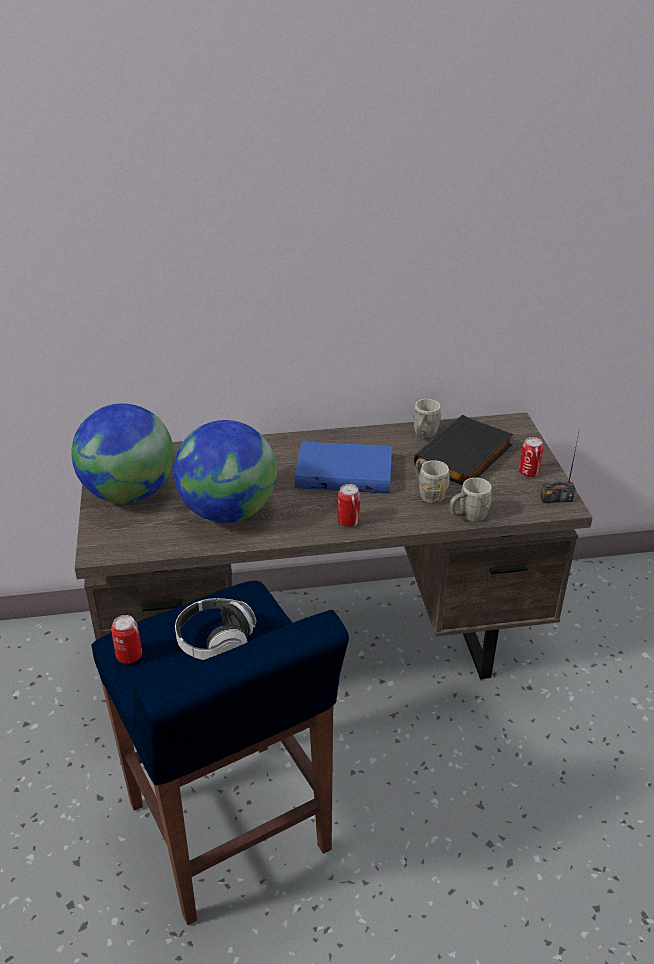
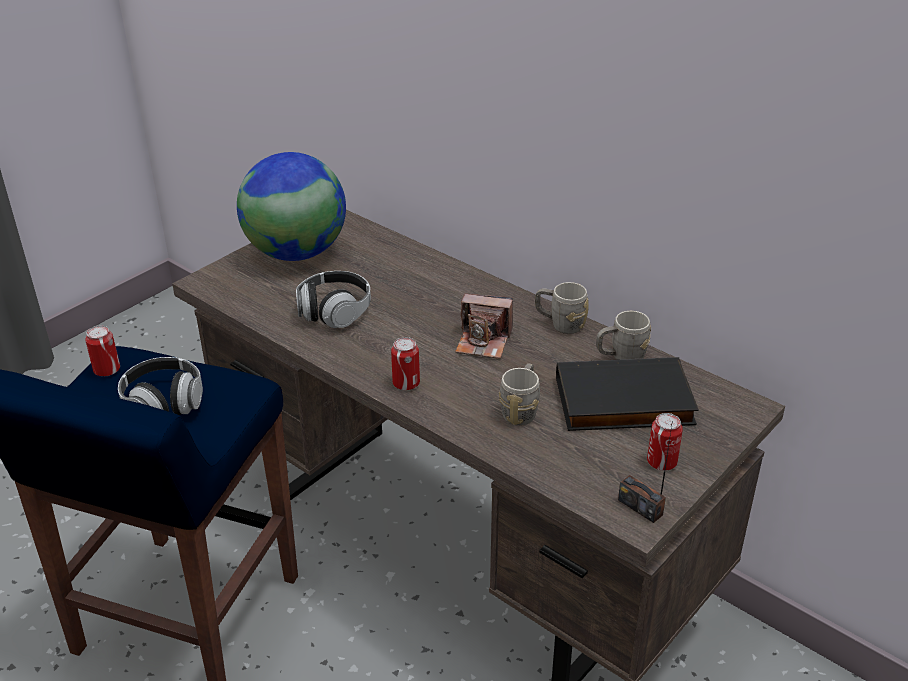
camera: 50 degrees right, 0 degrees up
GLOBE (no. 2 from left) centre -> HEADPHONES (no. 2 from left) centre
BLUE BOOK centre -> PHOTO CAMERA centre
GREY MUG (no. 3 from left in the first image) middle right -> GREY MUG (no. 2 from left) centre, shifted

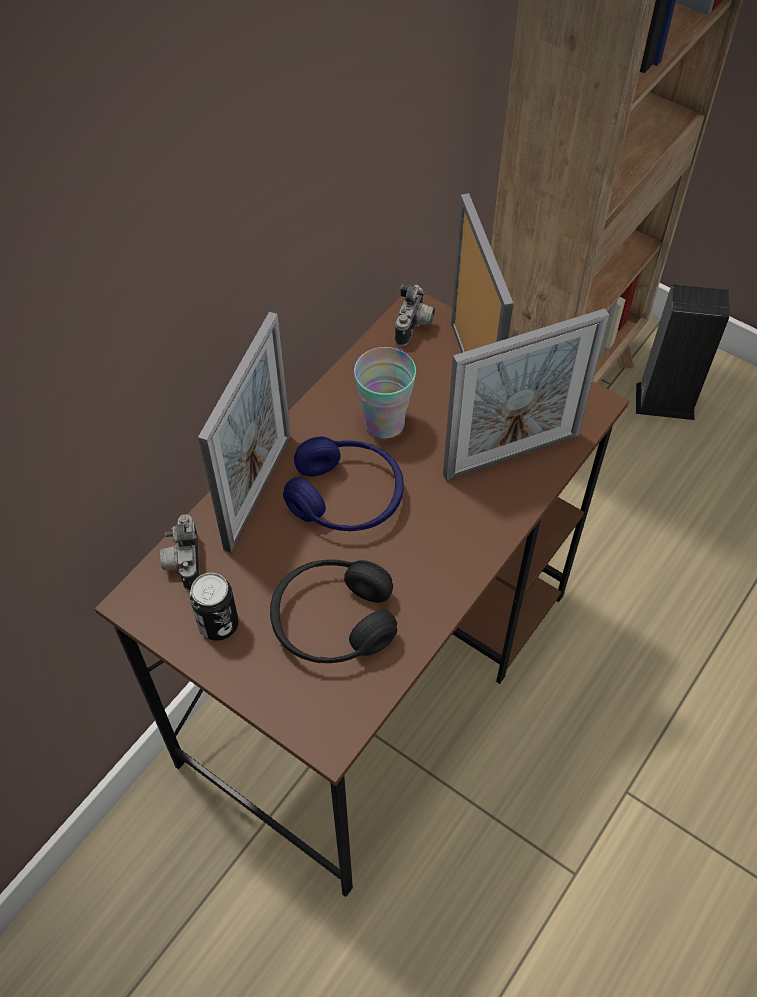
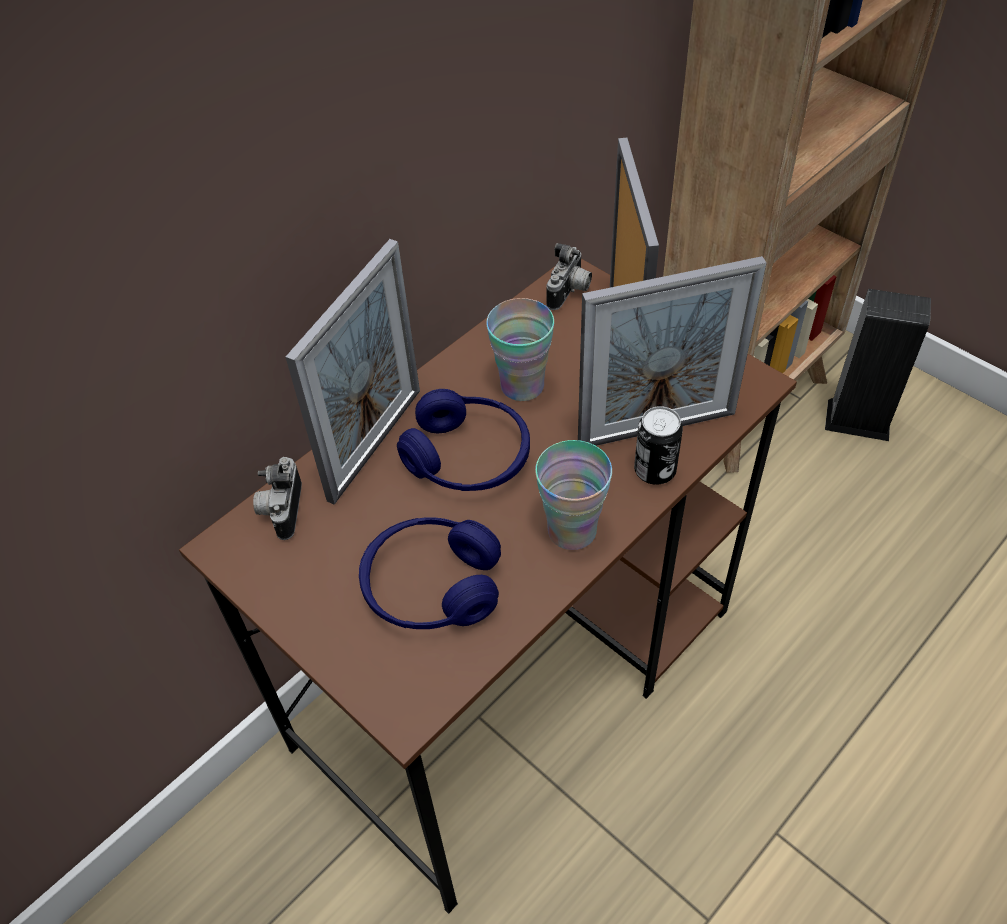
camera: 10 degrees right, 5 degrees down
CAN middle left -> CAN centre, shifted
BLACK HEADPHONES centre -> BLUE HEADPHONES (no. 1 from left) centre
none -> CUP (no. 2 from left) centre

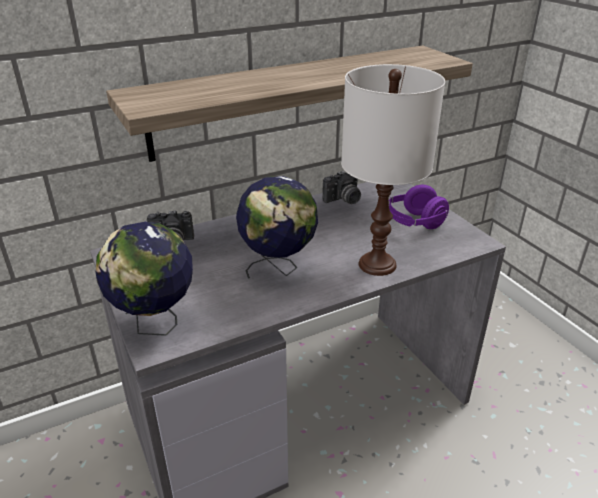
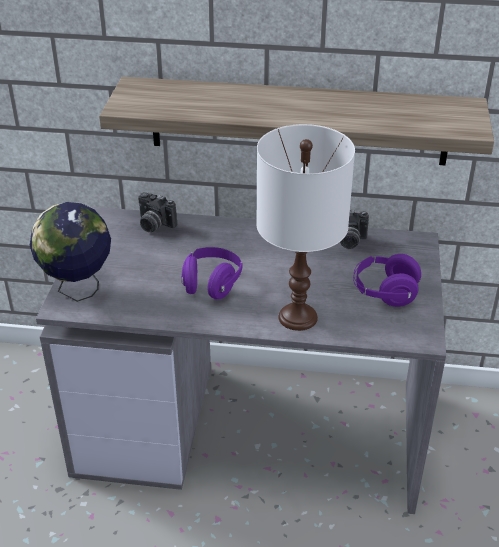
camera: 35 degrees right, 5 degrees up
GLOBE (no. 2 from left) centre -> PURPLE HEADPHONES (no. 1 from left) centre

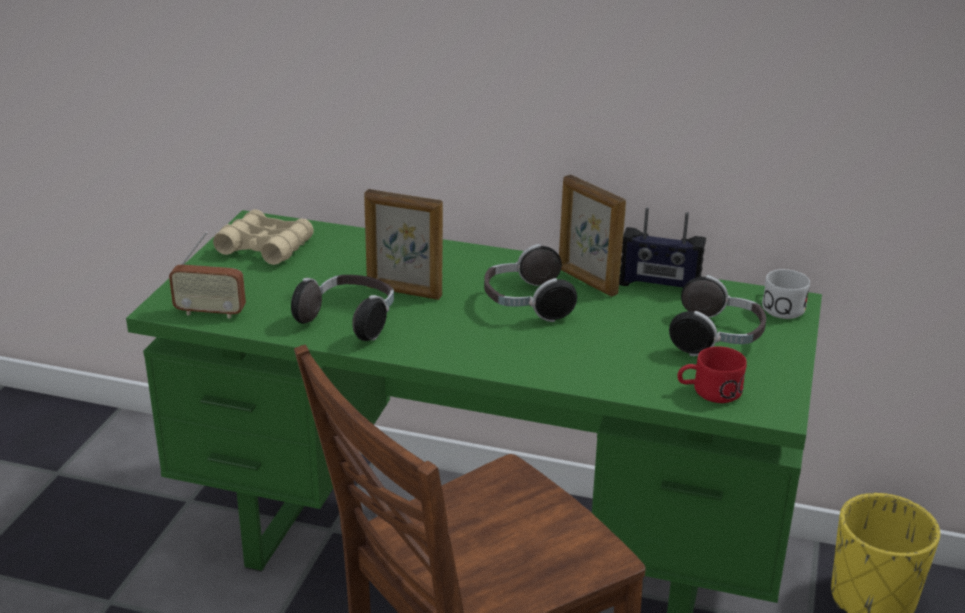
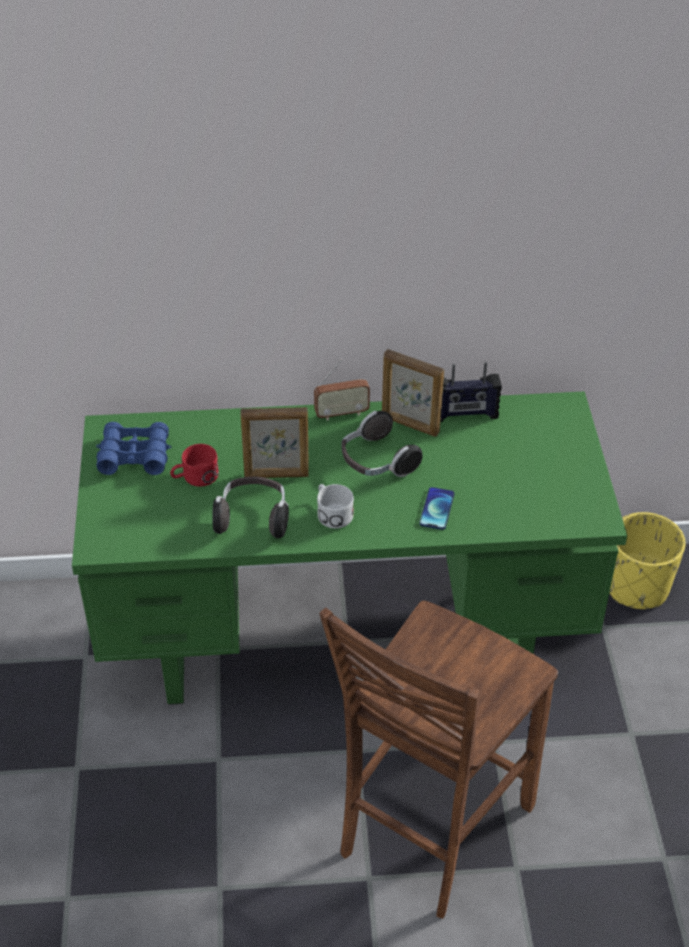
camera: 20 degrees left, 15 degrees up
RADIO (no. 1 from left) middle left -> RADIO (no. 1 from left) centre, shifted
BEIGE BINOCULARS middle left -> BLUE BINOCULARS middle left
HEADPHONES (no. 3 from left) middle right -> none
RED MUG middle right -> RED MUG middle left, shifted
WHITE MUG middle right -> WHITE MUG centre, shifted
none -> PHONE centre

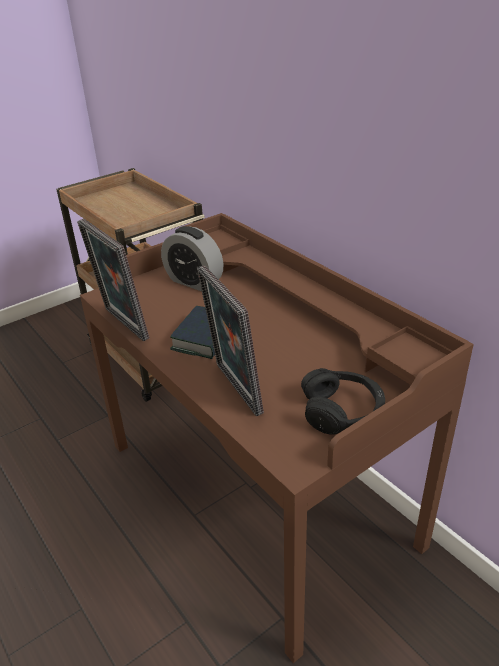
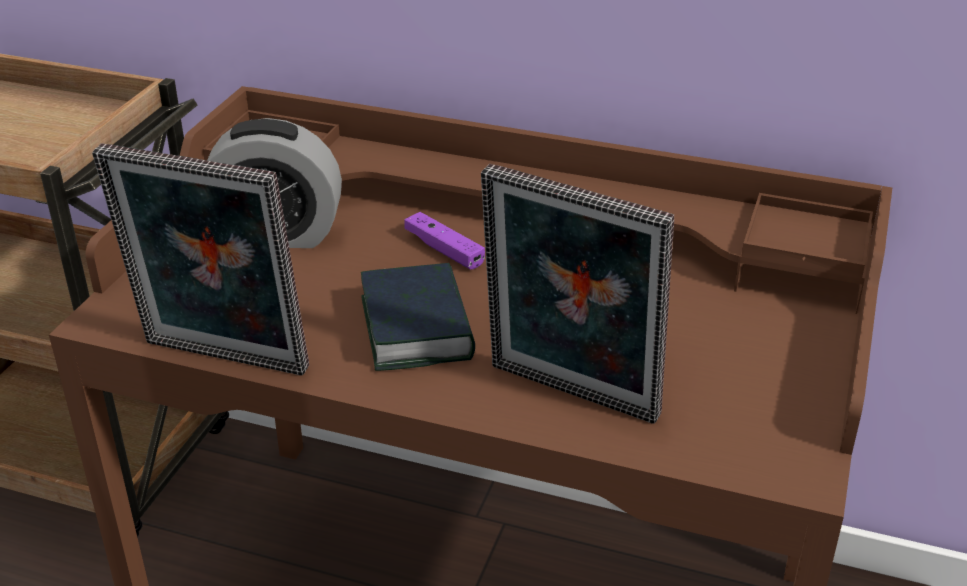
camera: 35 degrees left, 0 degrees up
BLACK HEADPHONES middle right -> none
none -> PURPLE GAME CONTROLLER centre

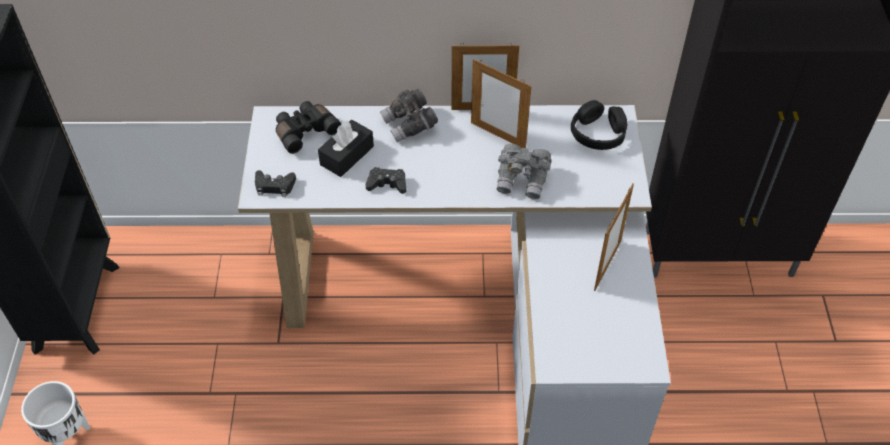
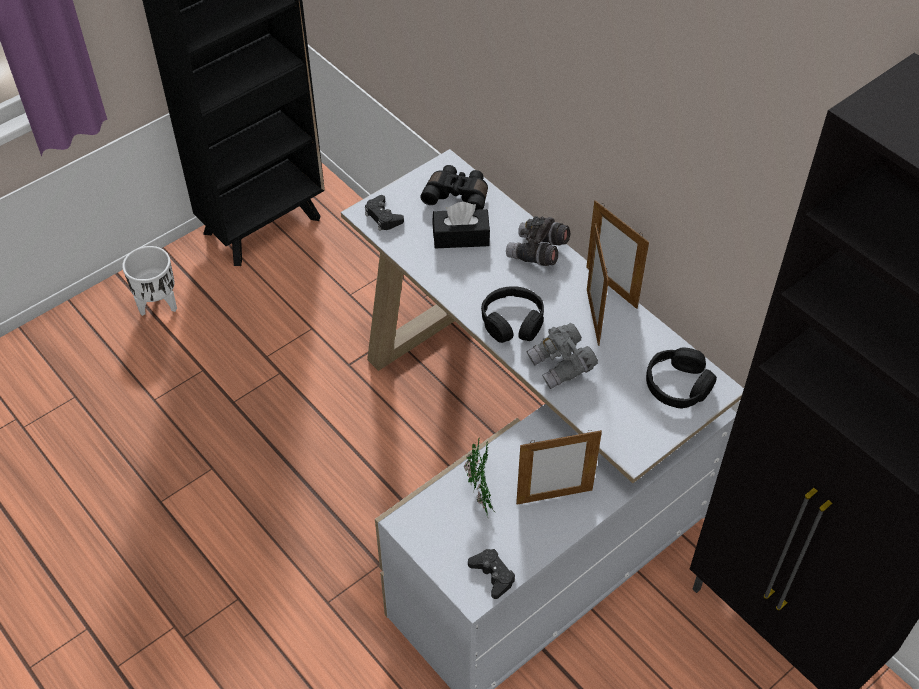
camera: 50 degrees right, 0 degrees up
BLACK GAME CONTROLLER (no. 2 from left) centre -> BLACK GAME CONTROLLER (no. 2 from left) bottom centre, shifted
none -> POTTED PLANT bottom centre
none -> BLACK HEADPHONES (no. 1 from left) centre

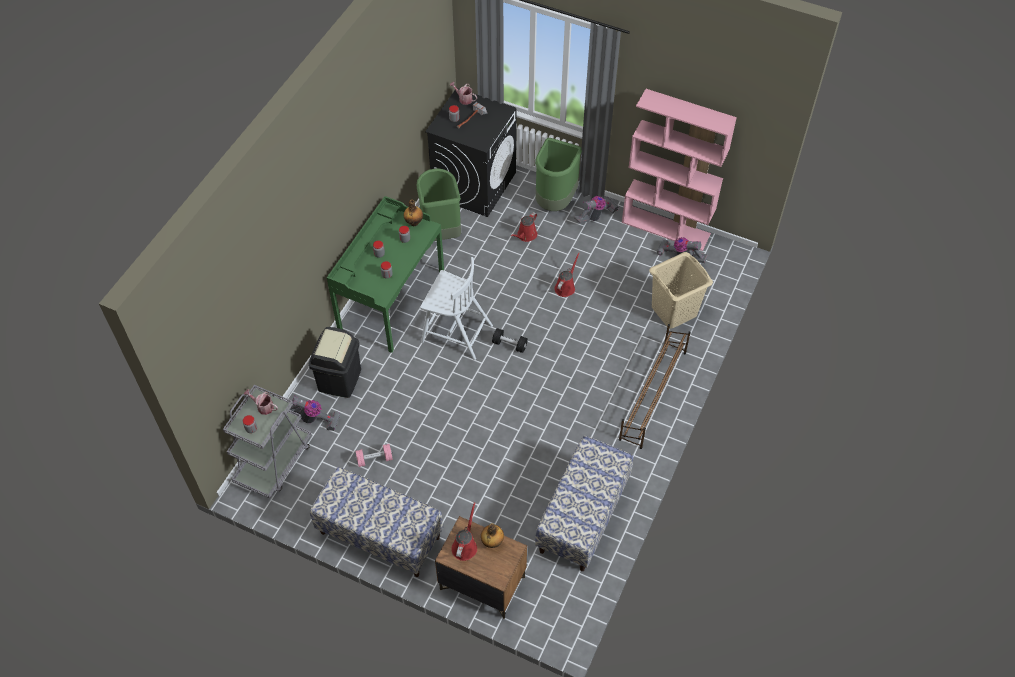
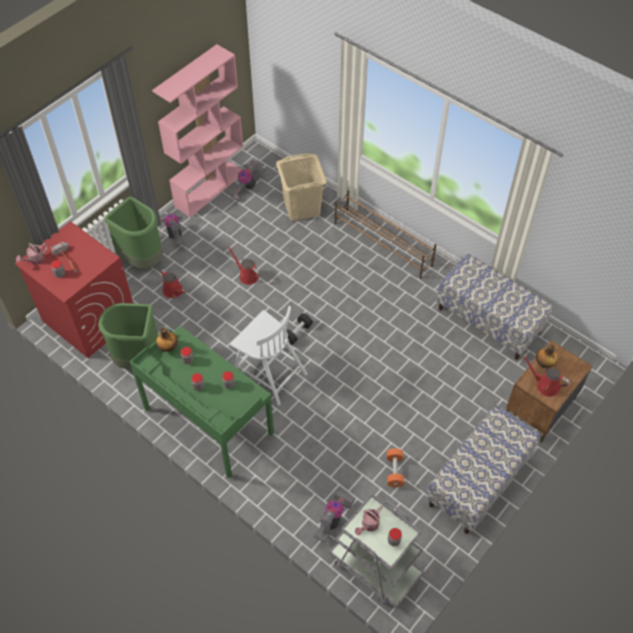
camera: 75 degrees left, 0 degrees up
BLACK TRASH CAN middle left -> none
PINK DUMBBELL bottom centre -> ORANGE DUMBBELL bottom centre
WHITE CHAIR centre, 90 degrees clockwise
BLACK WASHING MACHINE top centre -> RED WASHING MACHINE middle left

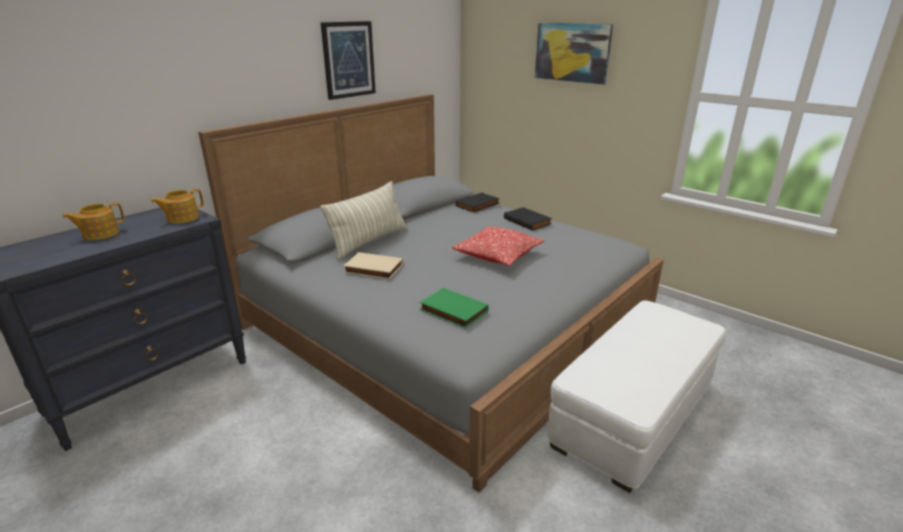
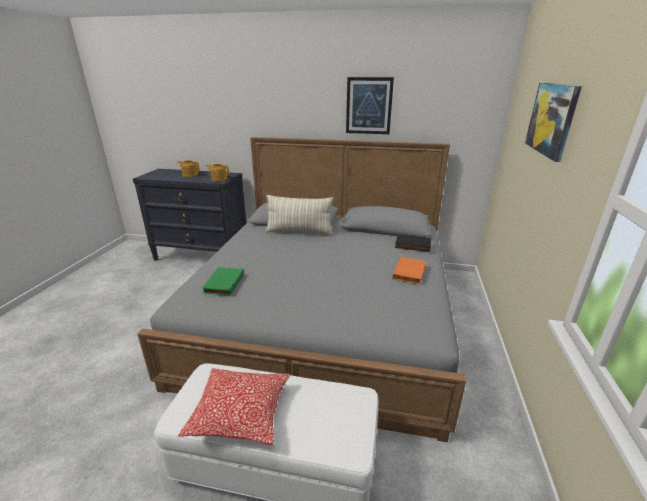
camera: 60 degrees right, 0 degrees up
BEIGE BOOK centre -> none
PILLOW (no. 2 from left in the first image) centre -> PILLOW (no. 1 from left) bottom centre, shifted
BLACK BOOK (no. 2 from left) centre -> ORANGE BOOK centre

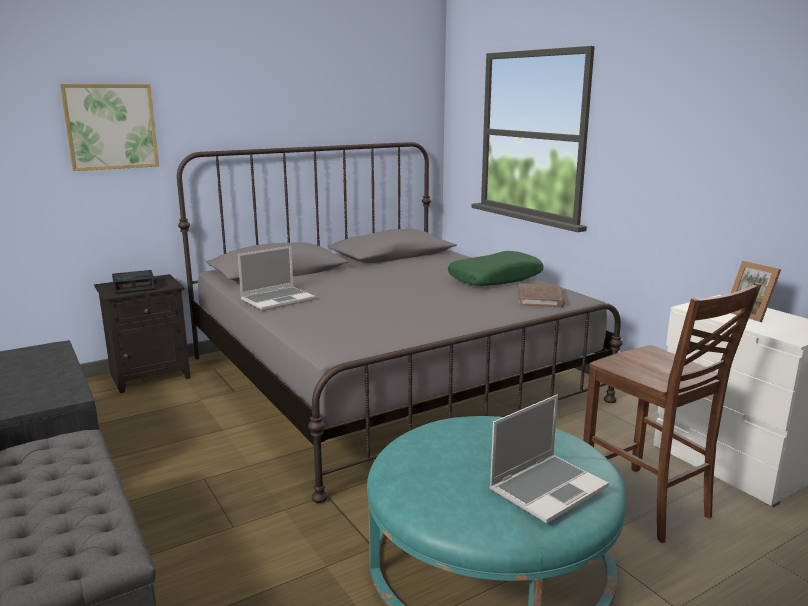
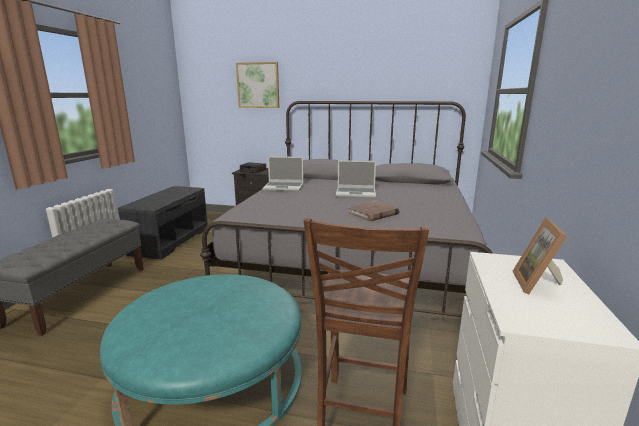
camera: 45 degrees right, 0 degrees up
GREEN PILLOW centre -> none
LAPTOP (no. 2 from left) bottom right -> LAPTOP (no. 2 from left) centre, shifted
BROWN BOOK middle right -> BROWN BOOK centre, shifted

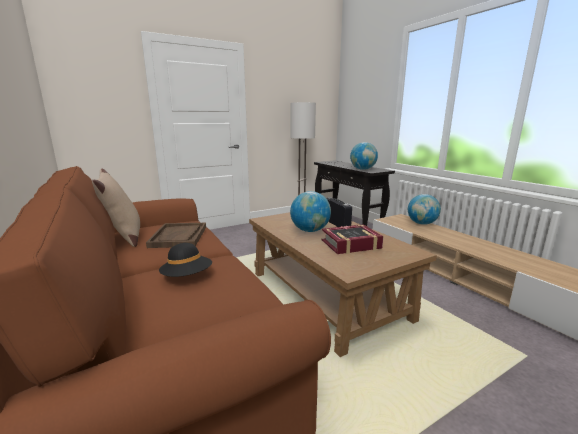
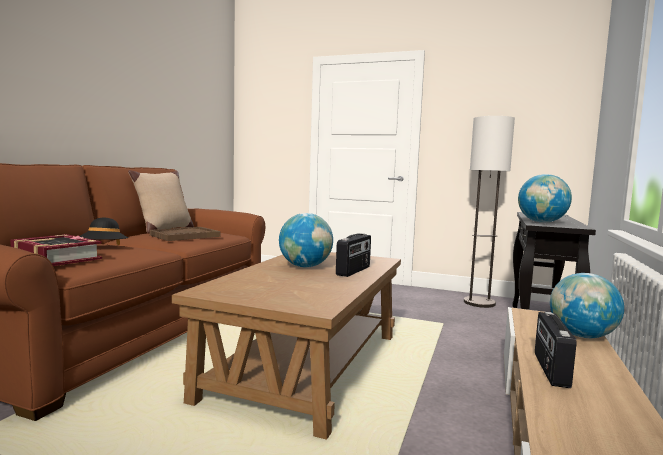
camera: 50 degrees right, 10 degrees down
BOOK centre -> BOOK middle left, shifted
none -> RADIO (no. 2 from left) bottom right

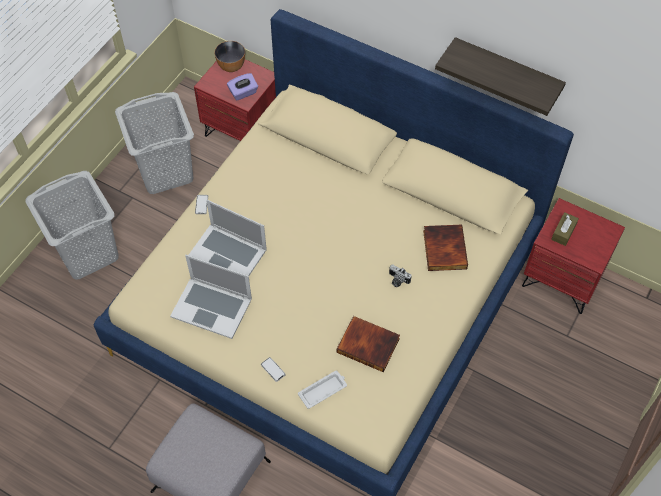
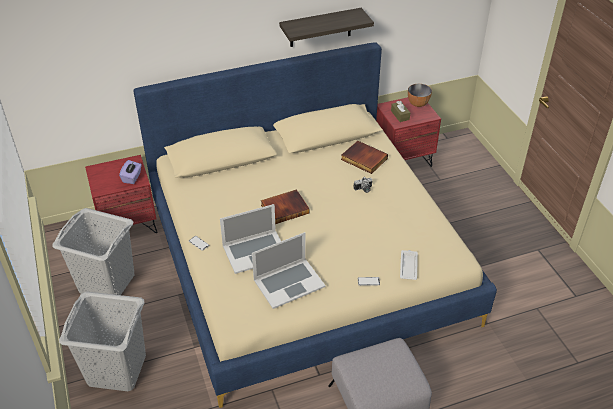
camera: 50 degrees left, 15 degrees down
BOWL top centre -> BOWL top right, shifted
BOOK (no. 1 from left) bottom centre -> BOOK (no. 1 from left) centre, shifted

